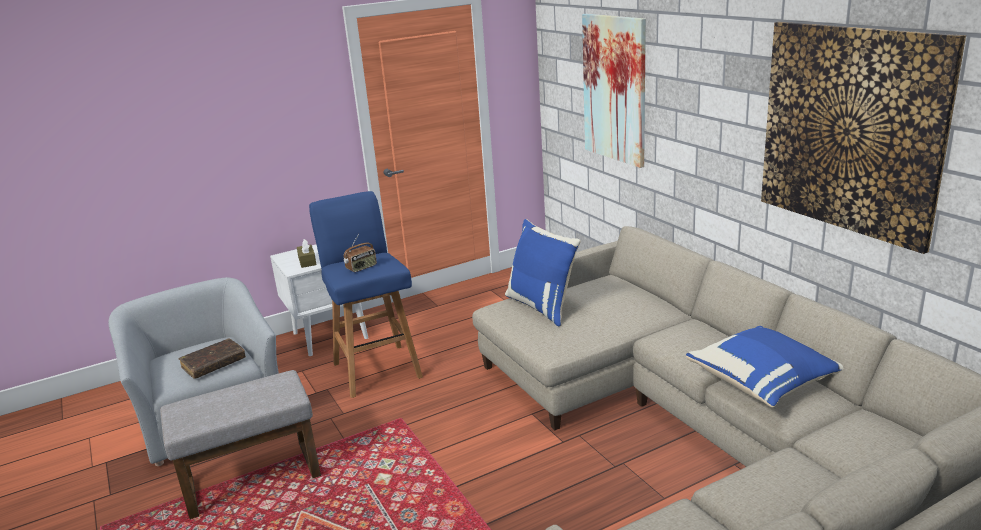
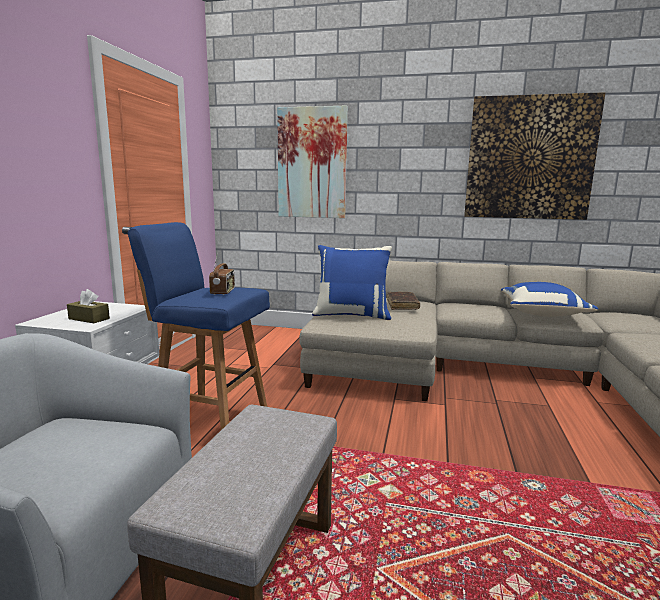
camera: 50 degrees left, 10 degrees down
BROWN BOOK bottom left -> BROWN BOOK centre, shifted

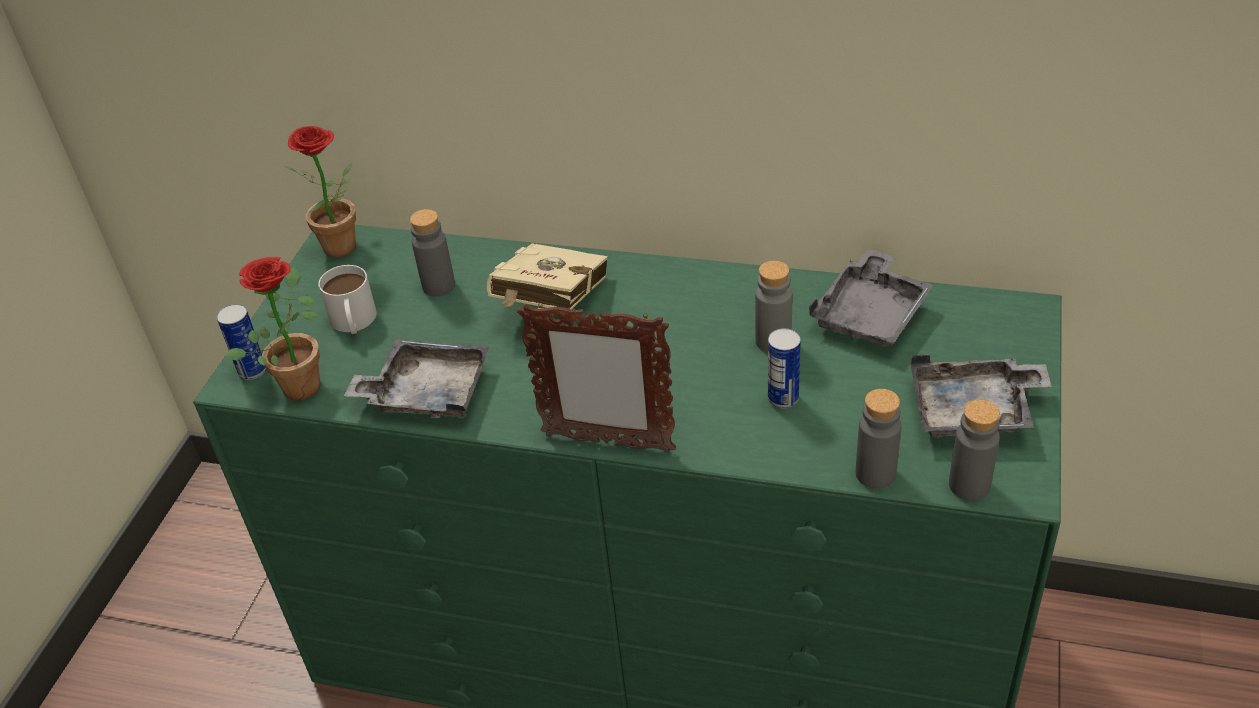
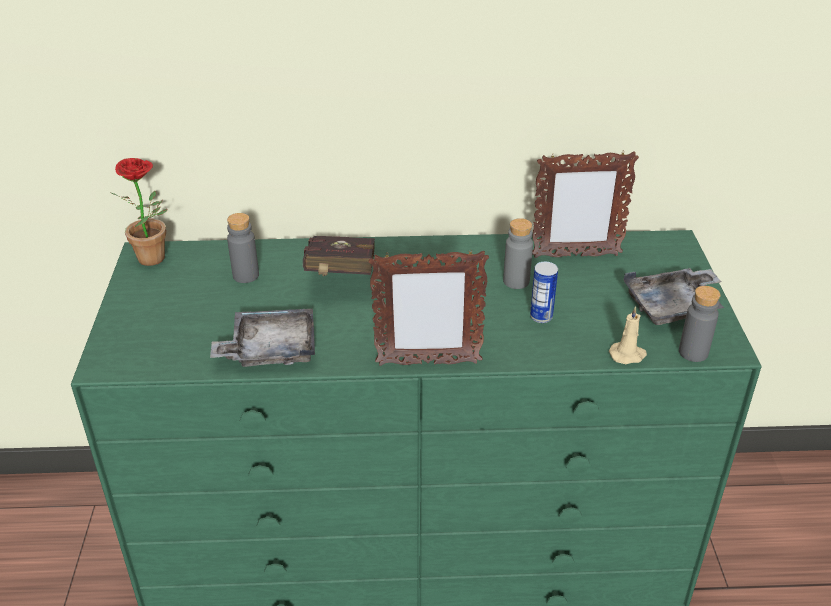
camera: 20 degrees left, 5 degrees down
CAN (no. 1 from left) middle left -> none
POTTED PLANT (no. 1 from left) middle left -> none
WHITE MUG middle left -> none
BEIGE BOOK centre -> RED BOOK centre
GREY TRAY (no. 2 from left) middle right -> PICTURE FRAME (no. 2 from left) middle right
GREY BOTTLE (no. 3 from left) middle right -> BEIGE CANDLE middle right

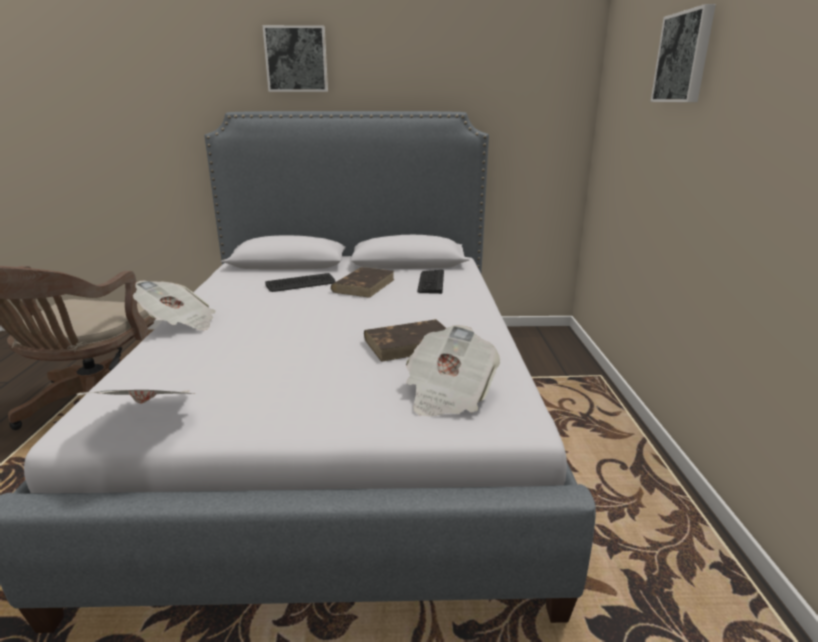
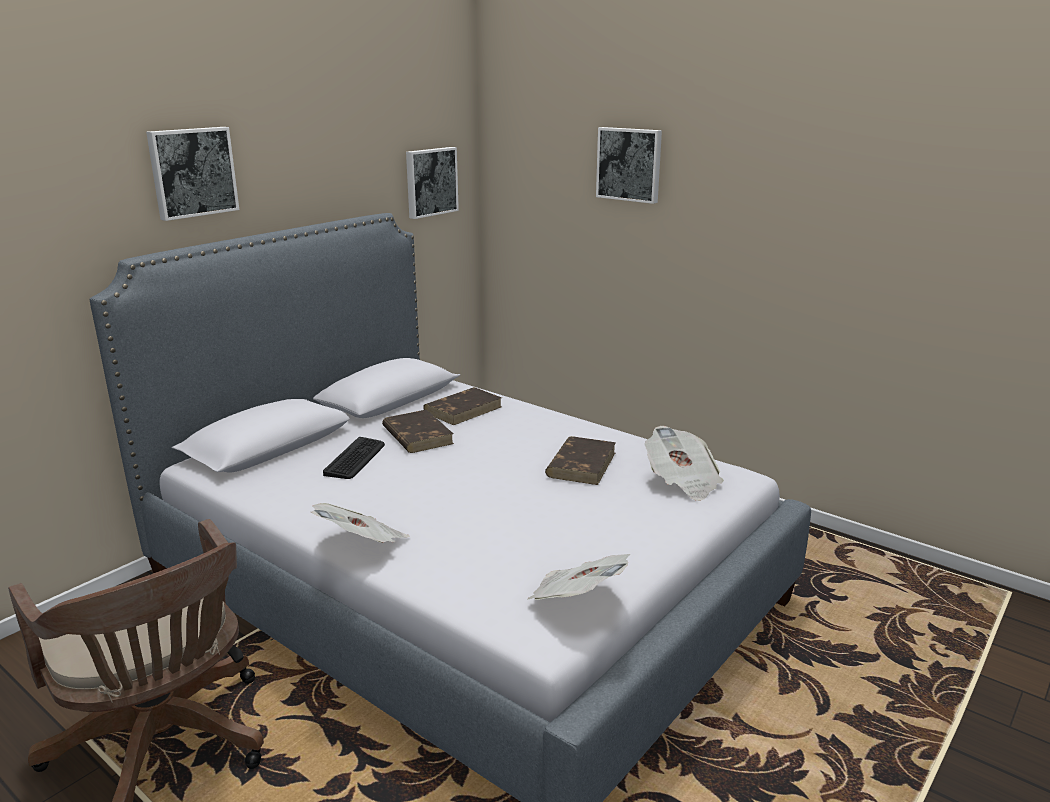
camera: 50 degrees left, 0 degrees up
KEYBOARD (no. 2 from left) centre -> BROWN BOOK (no. 2 from left) centre
none -> PICTURE (no. 2 from left) top centre

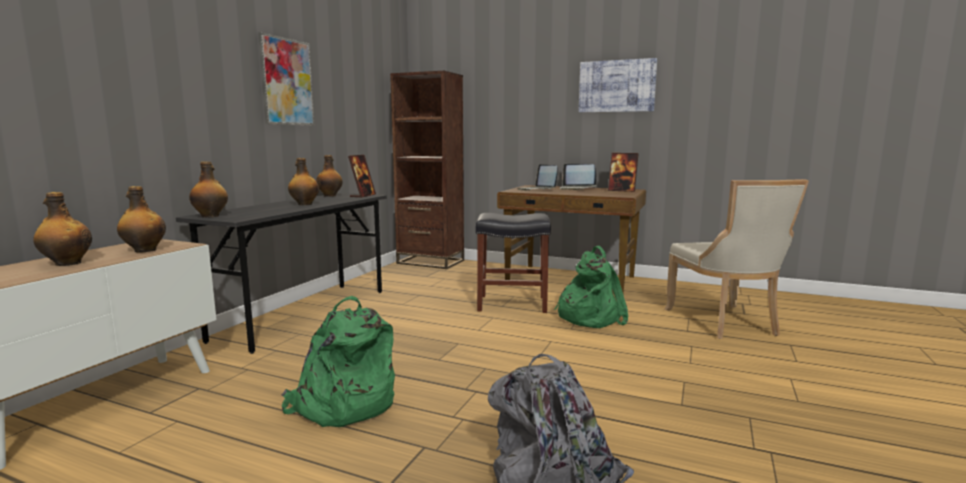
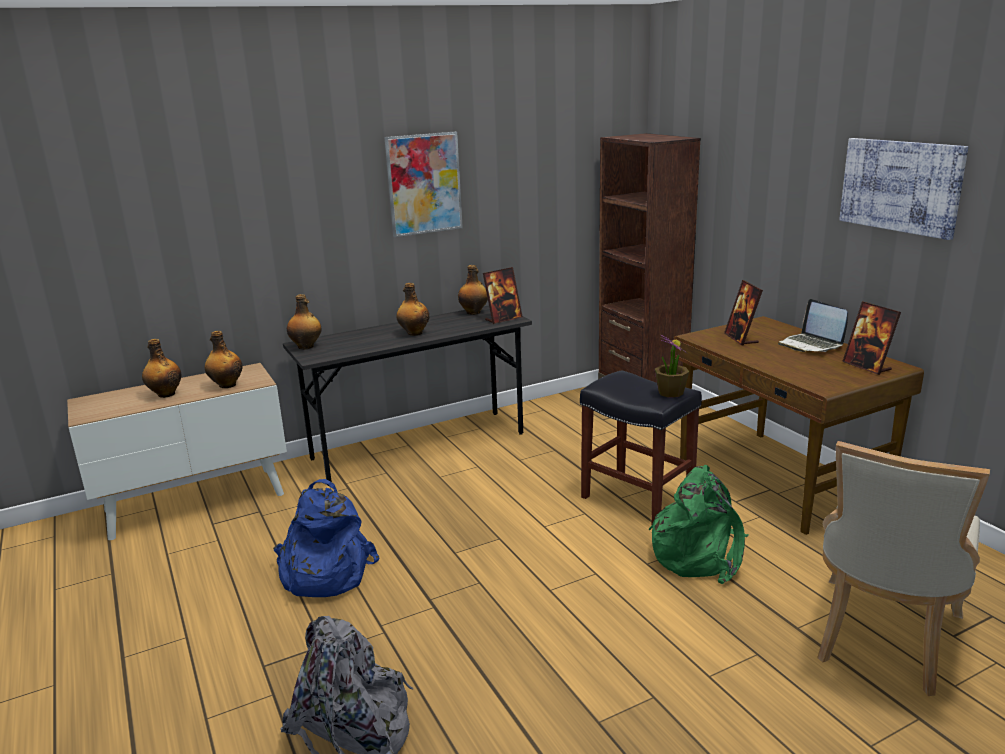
camera: 40 degrees right, 10 degrees up
GREEN BACKPACK (no. 1 from left) bottom centre -> BLUE BACKPACK bottom left
LAPTOP (no. 1 from left) centre -> PICTURE FRAME (no. 2 from left) middle right
none -> POTTED PLANT middle right

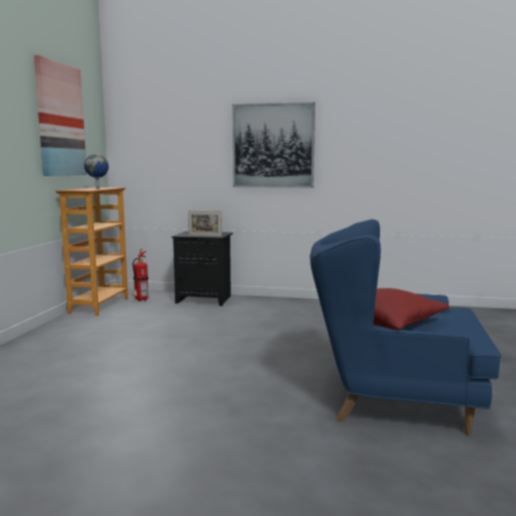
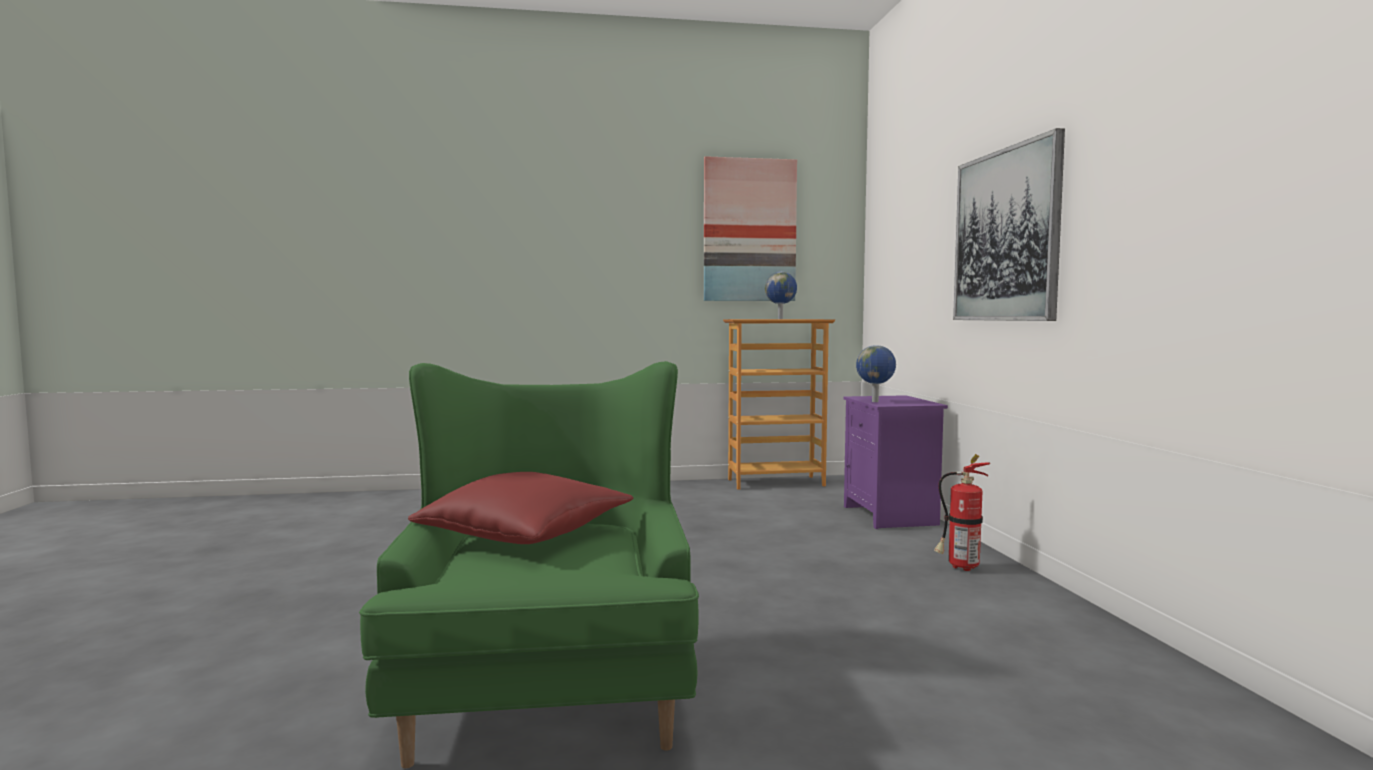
camera: 70 degrees right, 5 degrees down
FIRE EXTINGUISHER middle left -> FIRE EXTINGUISHER middle right, shifted
BLACK NIGHTSTAND centre -> PURPLE NIGHTSTAND centre
PICTURE FRAME centre -> GLOBE (no. 2 from left) centre
BLUE ARMCHAIR middle right -> GREEN ARMCHAIR bottom centre

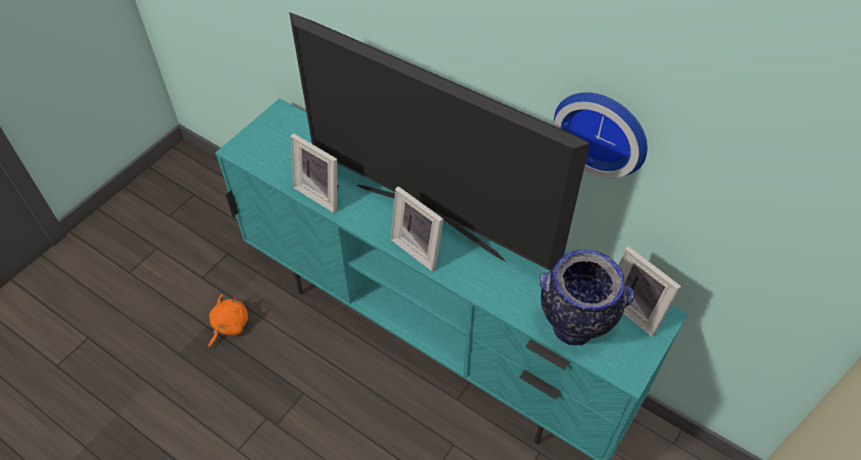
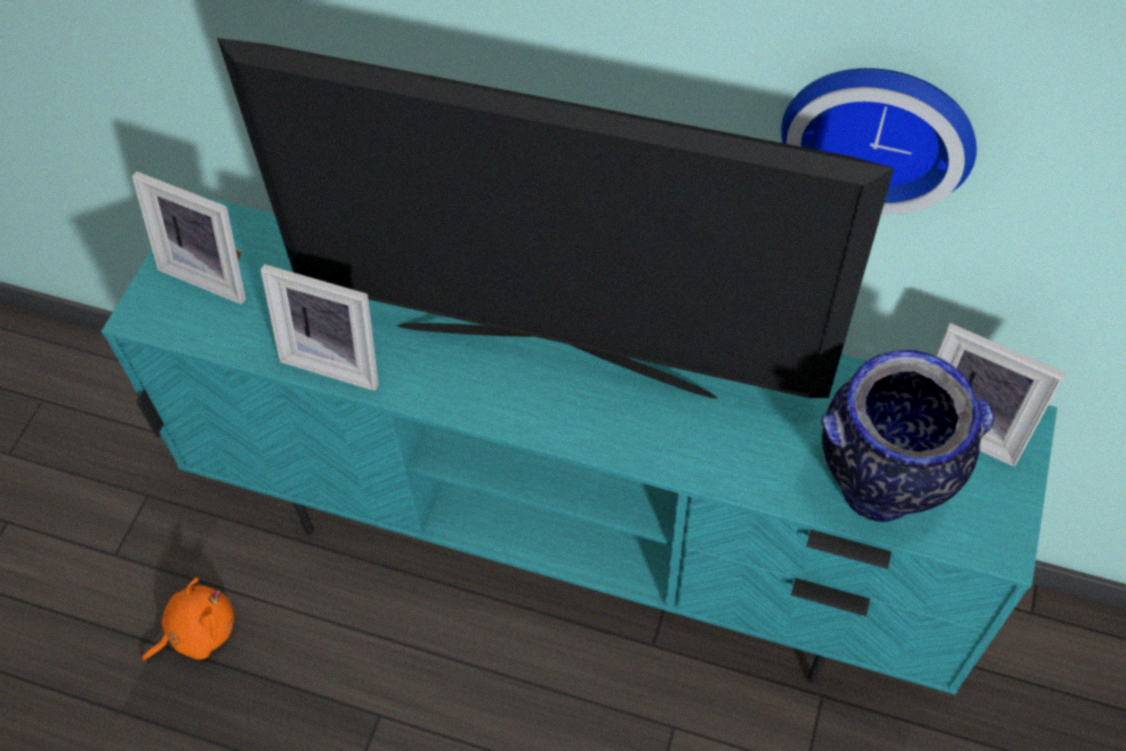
camera: 15 degrees left, 5 degrees up
ORANGE PLUSH TOY bottom left, 45 degrees clockwise
PICTURE FRAME (no. 2 from left in the first image) centre -> PICTURE FRAME (no. 1 from left) top left, shifted

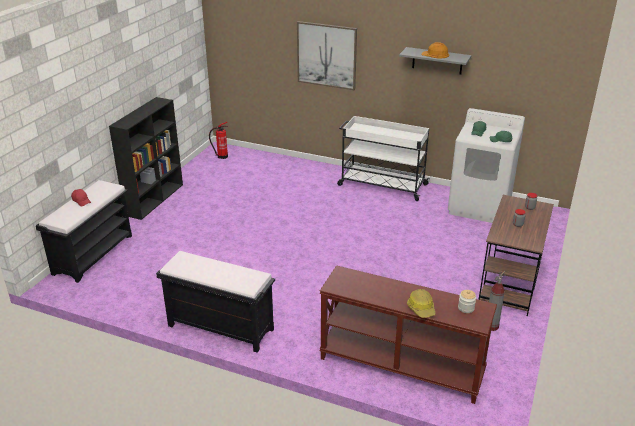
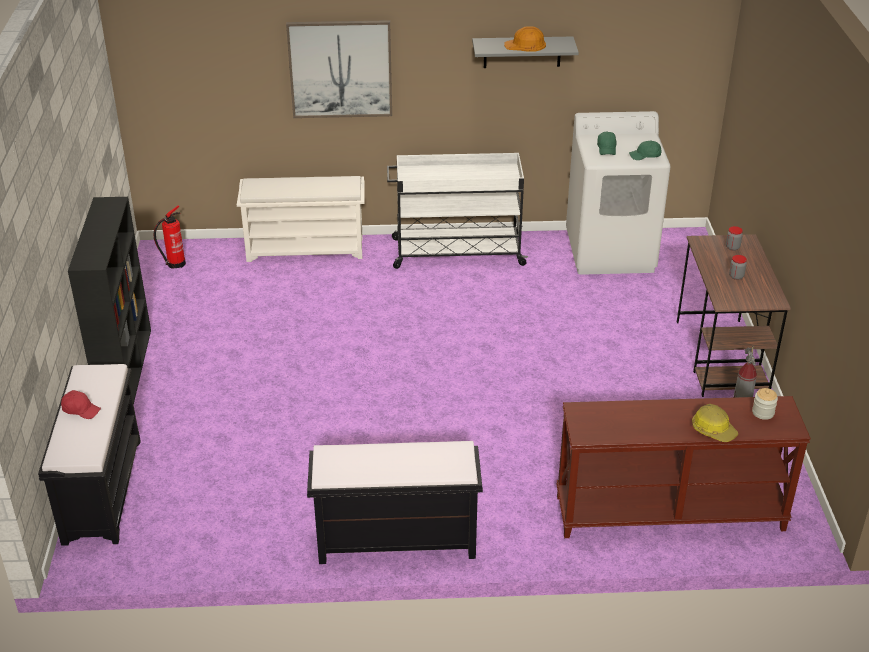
camera: 25 degrees left, 5 degrees up
none -> WHITE SHOE RACK centre

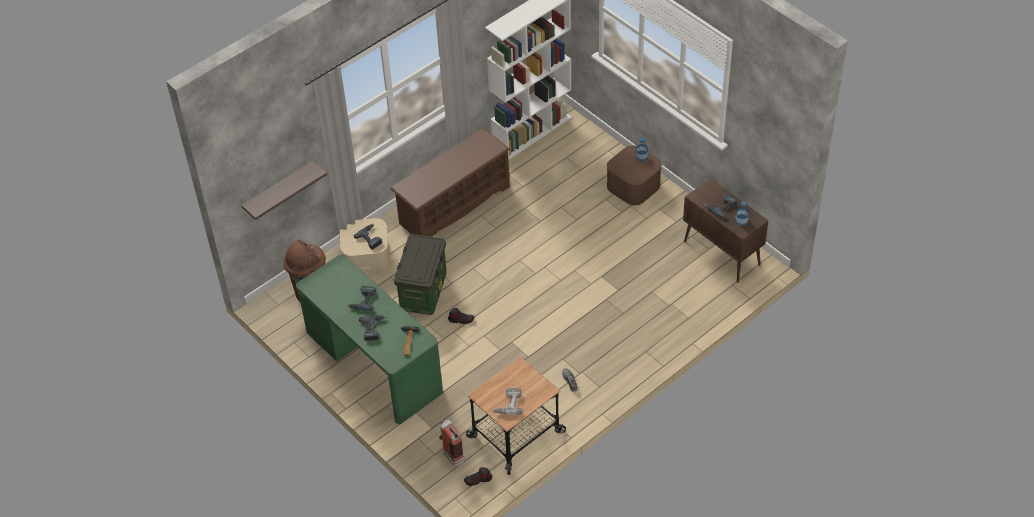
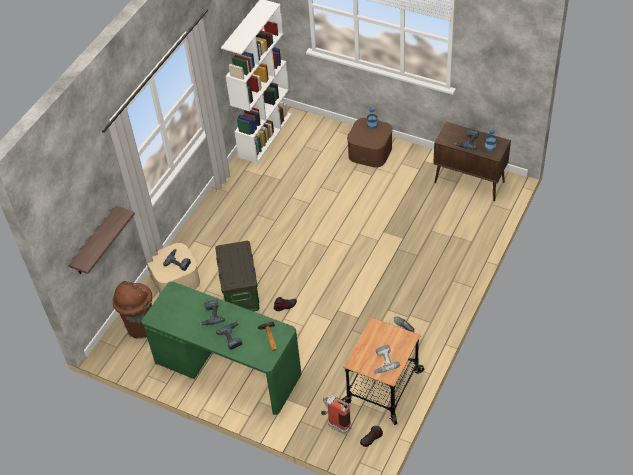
camera: 20 degrees left, 0 degrees up
BROWN SHOE RACK centre -> none

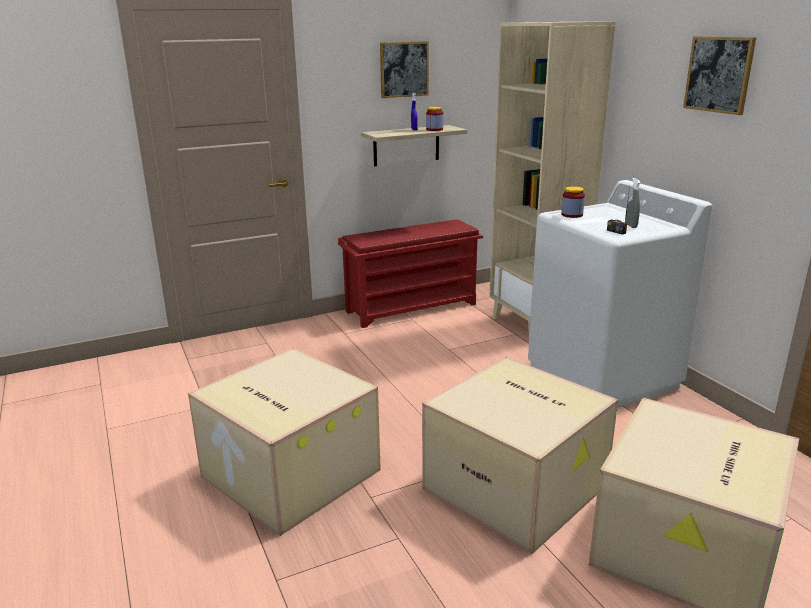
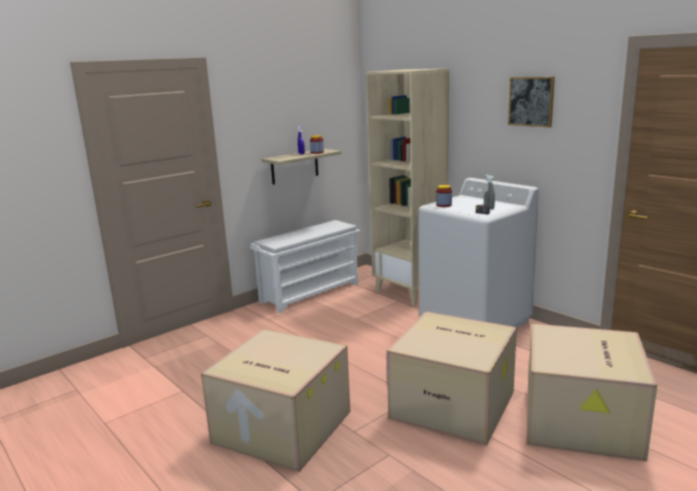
camera: 15 degrees left, 5 degrees down
RED SHOE RACK centre -> WHITE SHOE RACK centre
PICTURE (no. 1 from left) top centre -> none

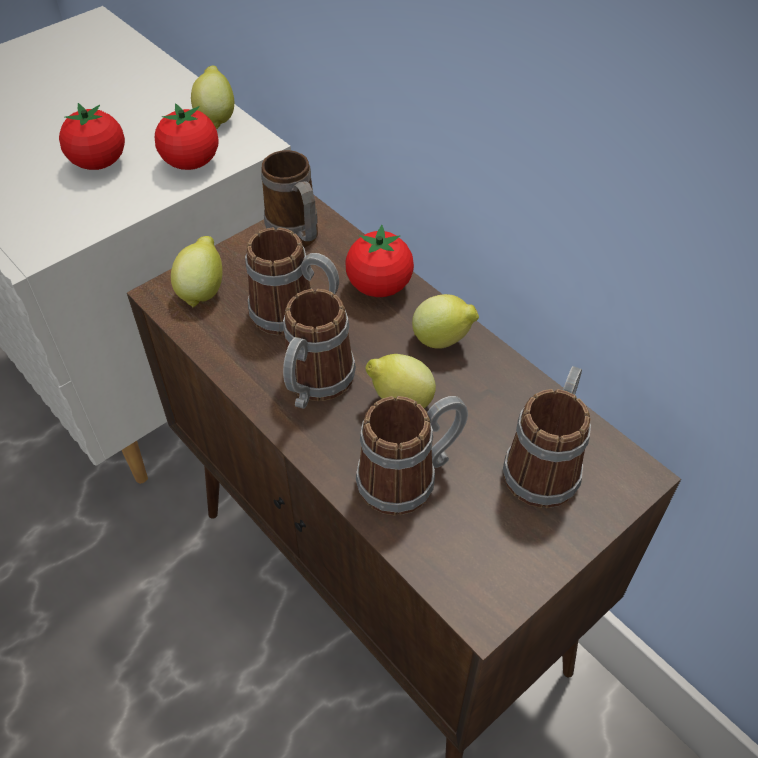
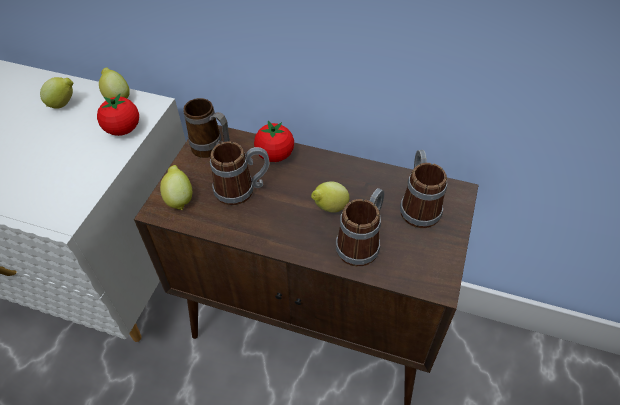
camera: 30 degrees left, 0 degrees up
TOMATO (no. 1 from left) top left -> none
MUG (no. 3 from left) centre -> none
LEMON (no. 4 from left in the first image) centre -> LEMON (no. 1 from left) top left, shifted

